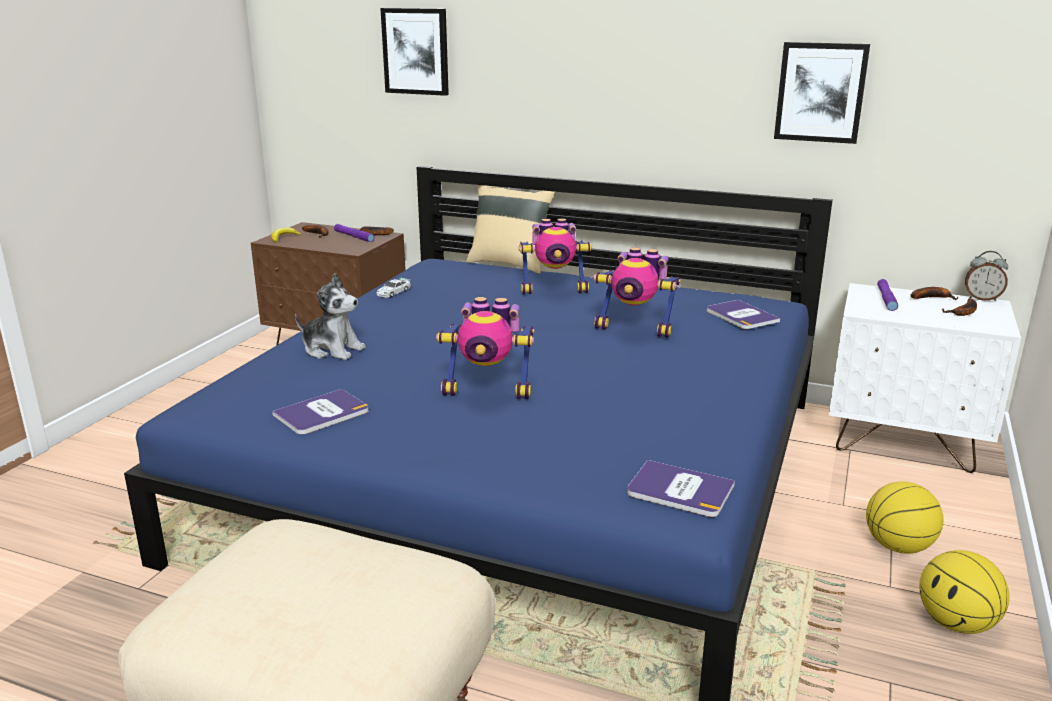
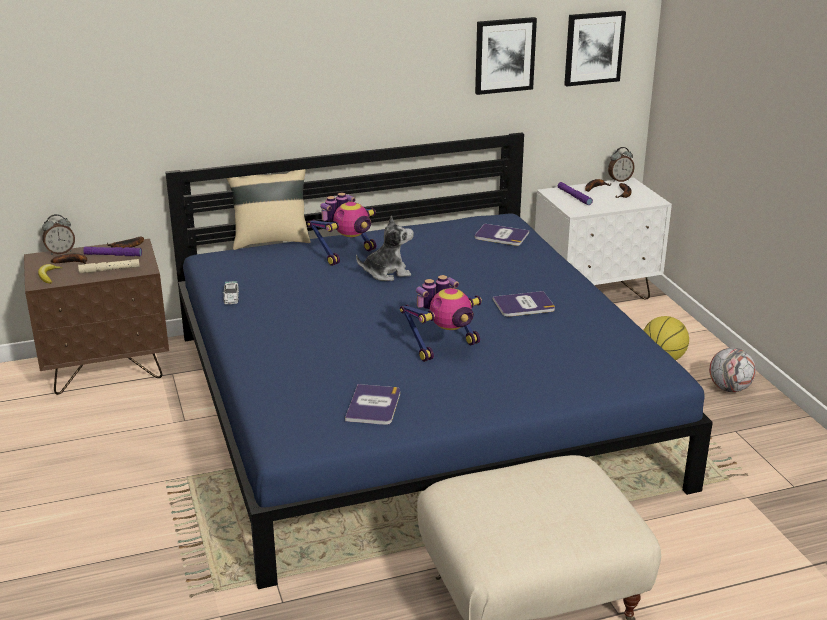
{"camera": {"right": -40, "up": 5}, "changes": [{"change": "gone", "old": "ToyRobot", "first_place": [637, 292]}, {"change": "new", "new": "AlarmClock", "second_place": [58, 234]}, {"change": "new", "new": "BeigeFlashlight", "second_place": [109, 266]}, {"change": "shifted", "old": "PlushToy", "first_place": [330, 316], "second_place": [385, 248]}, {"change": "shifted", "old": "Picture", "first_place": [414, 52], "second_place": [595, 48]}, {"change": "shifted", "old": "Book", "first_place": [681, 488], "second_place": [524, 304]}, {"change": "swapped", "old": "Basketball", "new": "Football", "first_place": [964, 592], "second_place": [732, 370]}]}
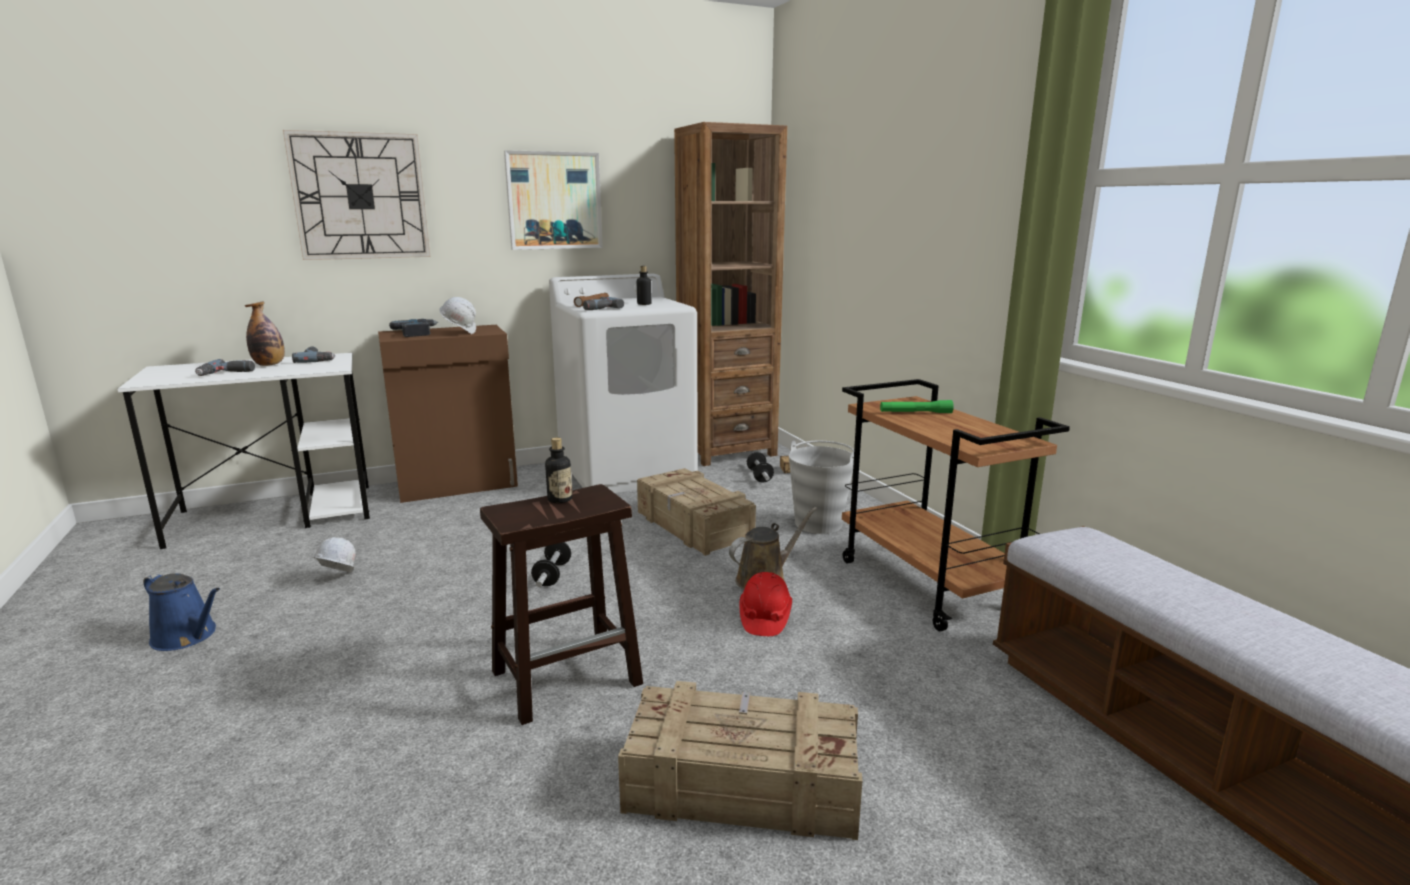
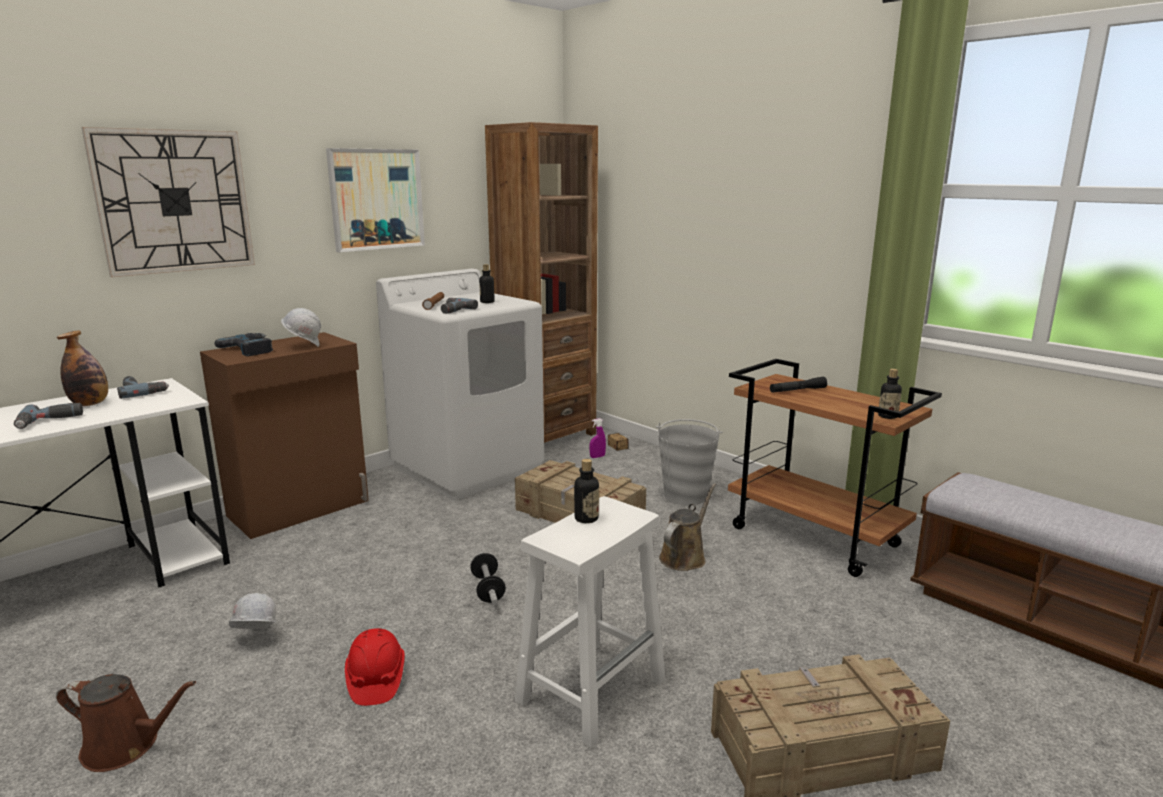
{"camera": {"right": -20, "up": 0}, "changes": [{"change": "new", "new": "Bottle", "second_place": [890, 394]}, {"change": "shifted", "old": "RedHardHat", "first_place": [765, 604], "second_place": [375, 667]}, {"change": "swapped", "old": "Dumbbell", "new": "PurpleSprayBottle", "first_place": [760, 467], "second_place": [598, 438]}, {"change": "repainted", "old": "BlueWateringCan", "new": "BrownWateringCan", "first_place": [181, 612], "second_place": [126, 723]}, {"change": "repainted", "old": "BrownStool", "new": "WhiteStool", "first_place": [561, 604], "second_place": [590, 622]}, {"change": "repainted", "old": "GreenFlashlight", "new": "BlackFlashlight", "first_place": [917, 406], "second_place": [798, 385]}]}
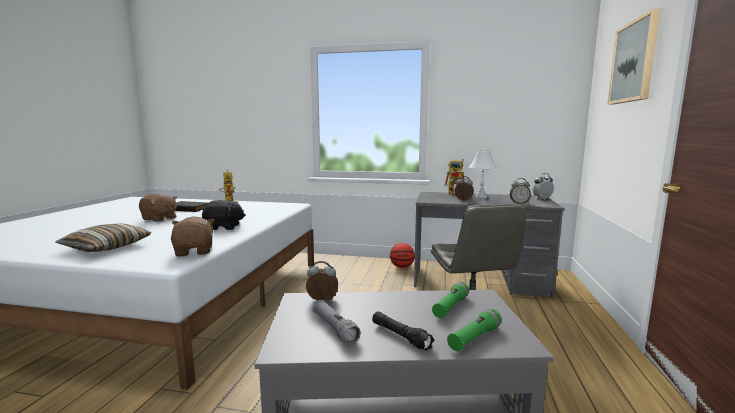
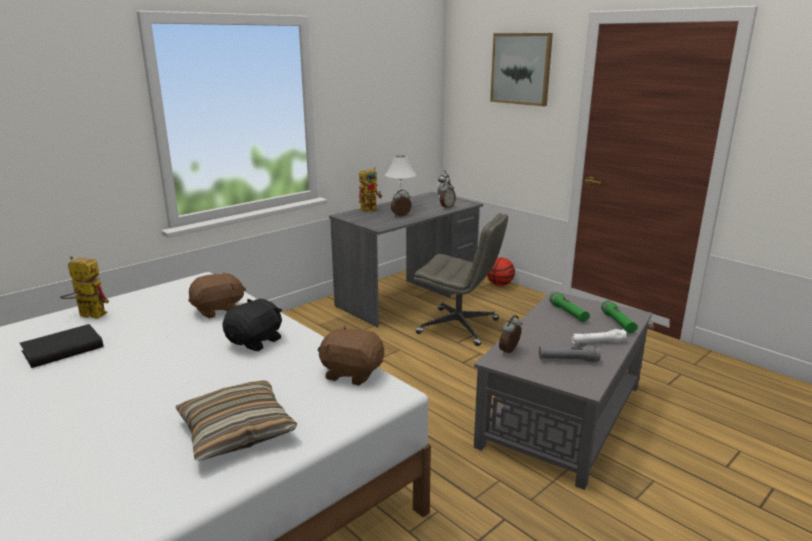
{"camera": {"right": -55, "up": 10}, "changes": [{"change": "shifted", "old": "BrownPlushToy", "first_place": [158, 208], "second_place": [217, 295]}, {"change": "shifted", "old": "Basketball", "first_place": [402, 255], "second_place": [501, 272]}, {"change": "repainted", "old": "BlackFlashlight", "new": "WhiteFlashlight", "first_place": [403, 331], "second_place": [599, 336]}]}
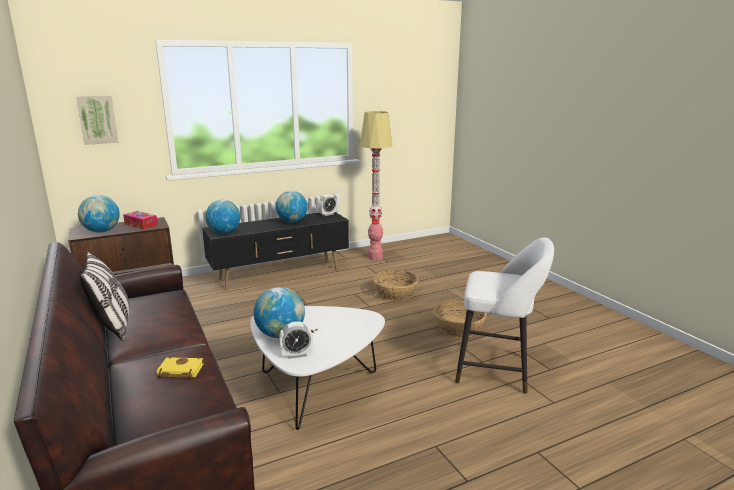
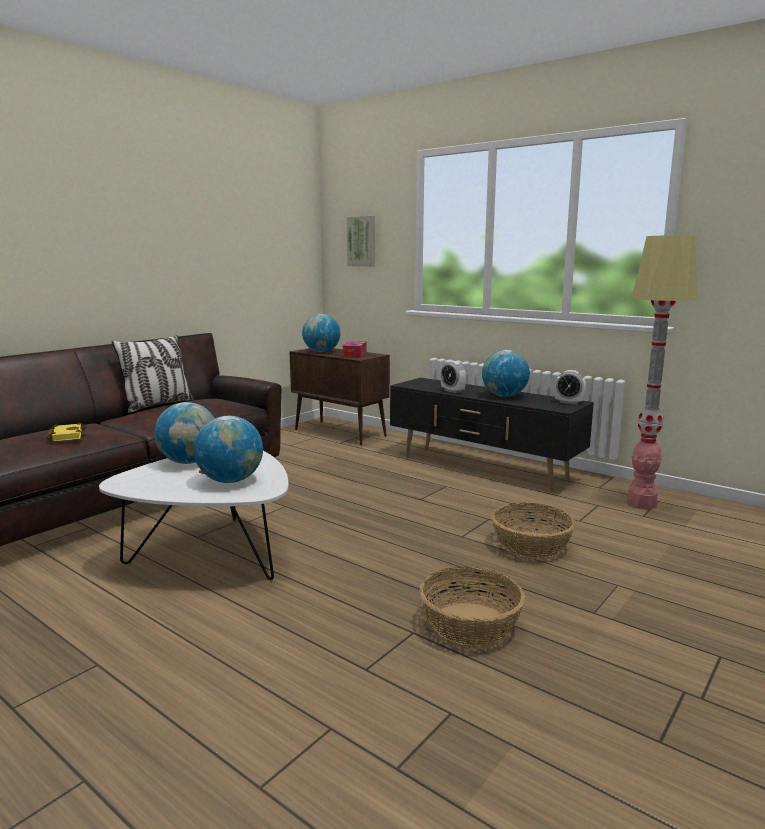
{"camera": {"right": 65, "up": -5}, "changes": [{"change": "gone", "old": "WhiteStool", "first_place": [504, 316]}, {"change": "shifted", "old": "Globe", "first_place": [222, 217], "second_place": [228, 449]}, {"change": "shifted", "old": "AlarmClock", "first_place": [296, 340], "second_place": [453, 377]}]}
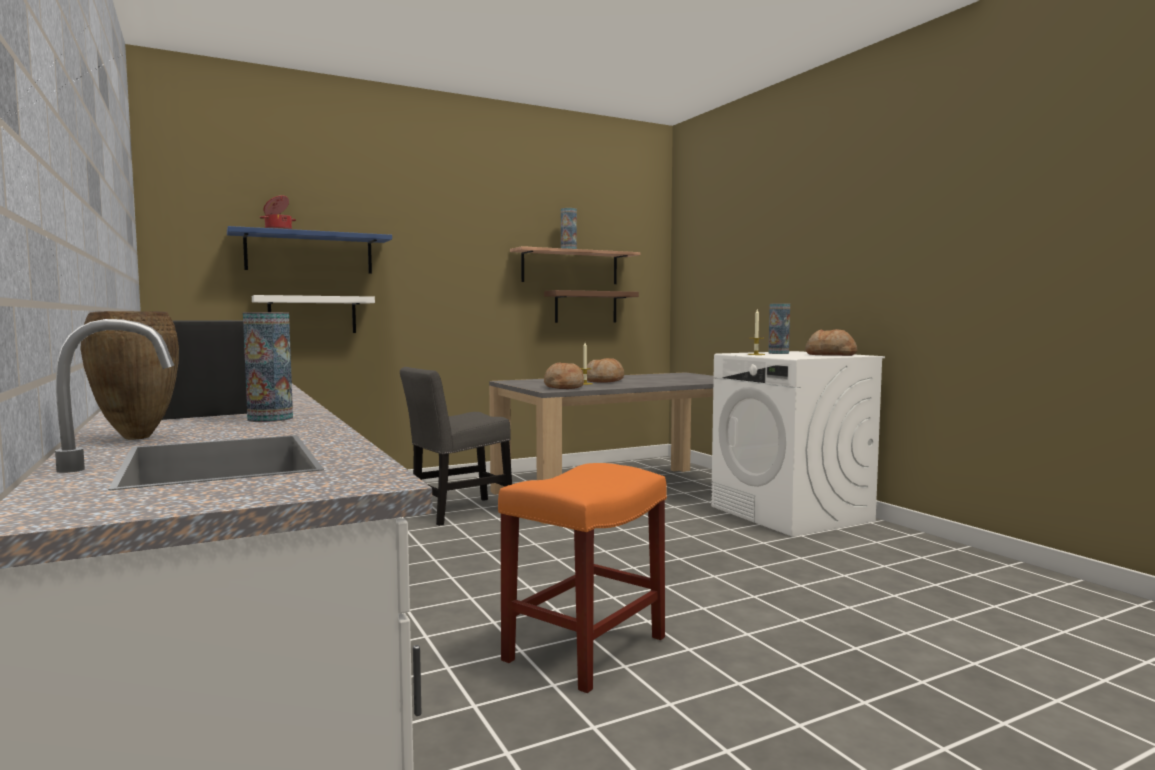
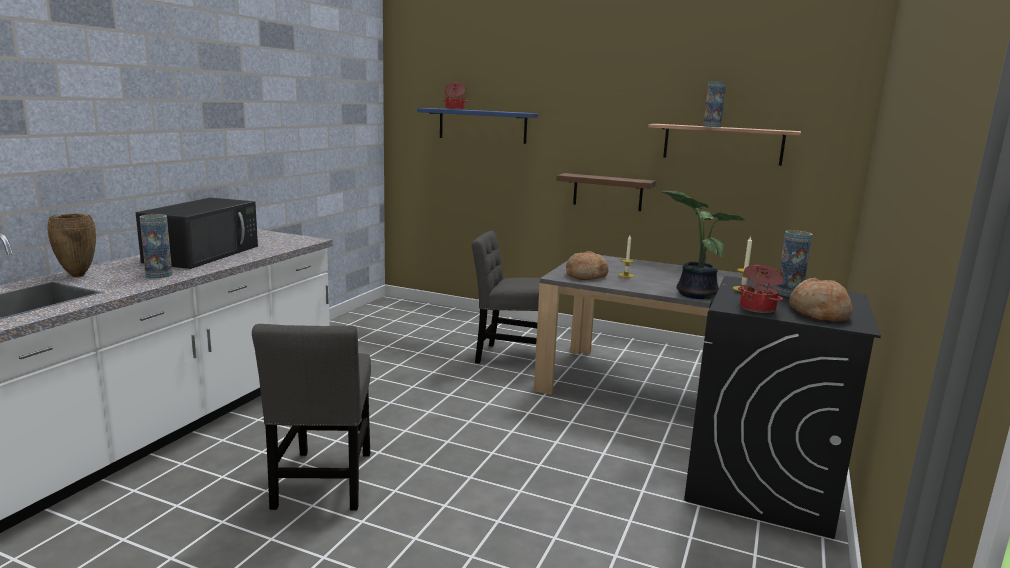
{"camera": {"right": 50, "up": 10}, "changes": [{"change": "gone", "old": "WhiteShelf", "first_place": [313, 314]}, {"change": "gone", "old": "Bread", "first_place": [605, 370]}, {"change": "new", "new": "PottedPlant", "second_place": [703, 244]}, {"change": "new", "new": "CookingPot", "second_place": [761, 289]}, {"change": "shifted", "old": "BrownShelf", "first_place": [591, 306], "second_place": [606, 192]}, {"change": "swapped", "old": "OrangeStool", "new": "GreyChair", "first_place": [582, 578], "second_place": [311, 417]}, {"change": "repainted", "old": "WhiteWashingMachine", "new": "BlackWashingMachine", "first_place": [798, 444], "second_place": [782, 407]}]}
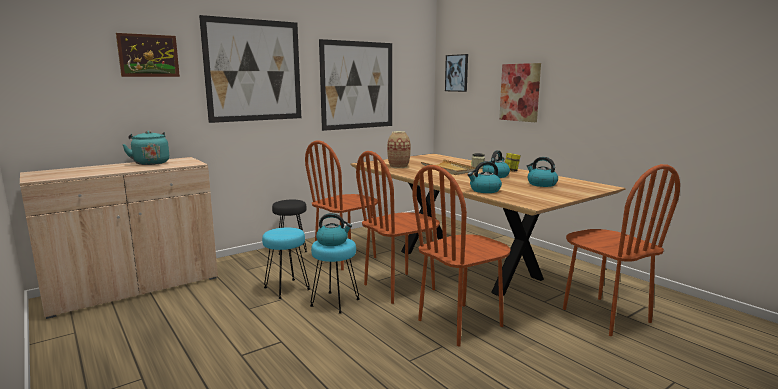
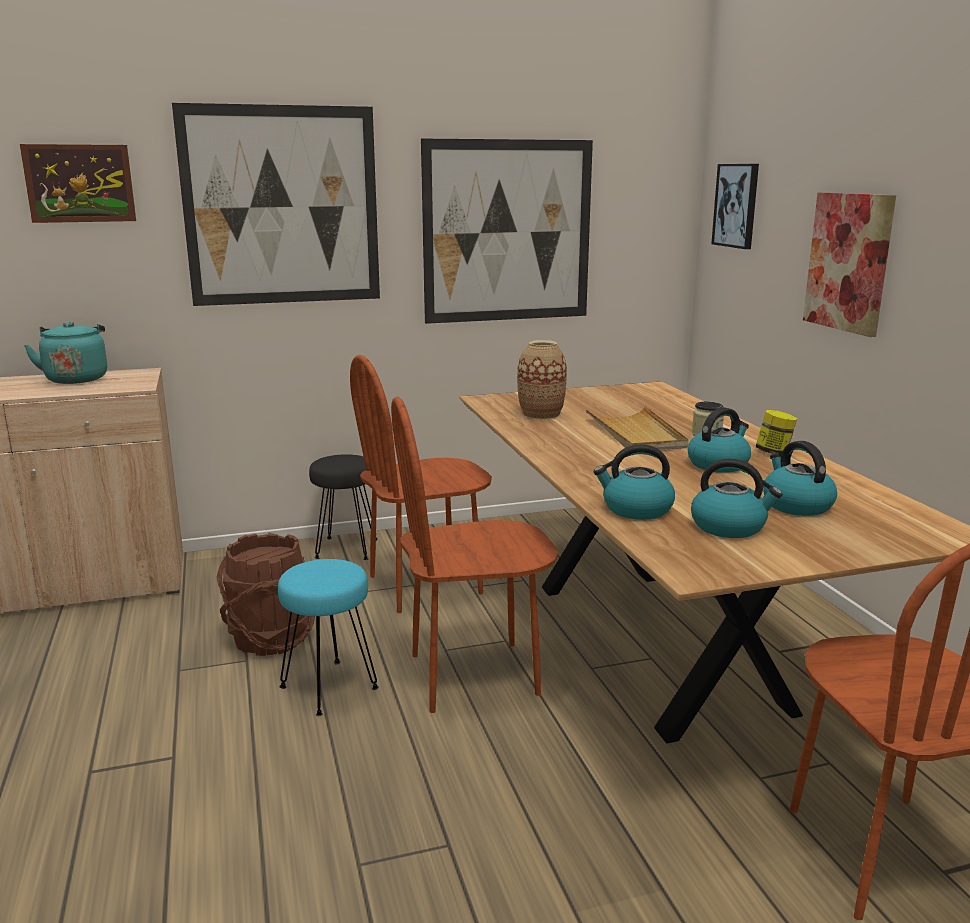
{"camera": {"right": 20, "up": 5}, "changes": [{"change": "gone", "old": "BrownChair", "first_place": [461, 256]}, {"change": "shifted", "old": "Kettle", "first_place": [334, 229], "second_place": [737, 498]}, {"change": "swapped", "old": "TurquoiseStool", "new": "BrownBucket", "first_place": [286, 263], "second_place": [266, 594]}]}
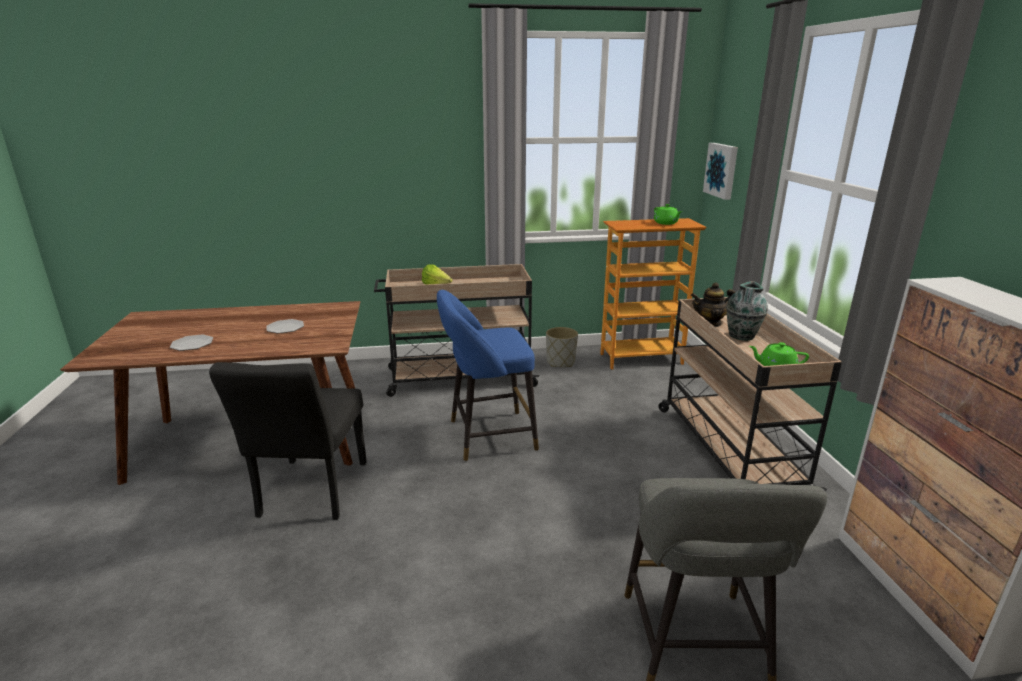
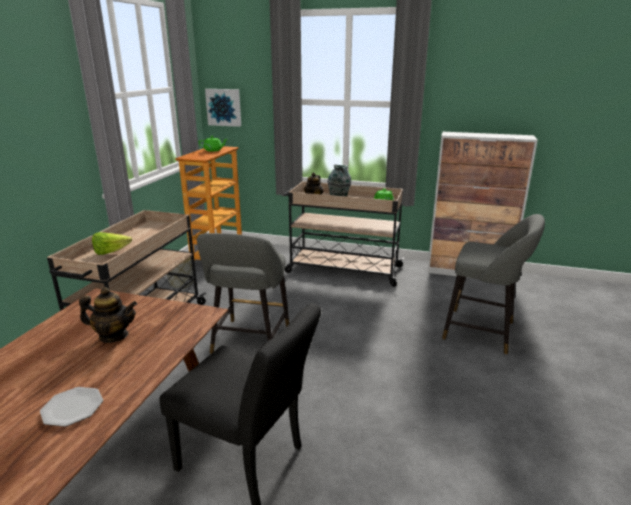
{"camera": {"right": -65, "up": 0}, "changes": [{"change": "swapped", "old": "Plate", "new": "Teapot", "first_place": [285, 326], "second_place": [108, 315]}, {"change": "repainted", "old": "BlueStool", "new": "GreyStool", "first_place": [488, 375], "second_place": [243, 293]}]}
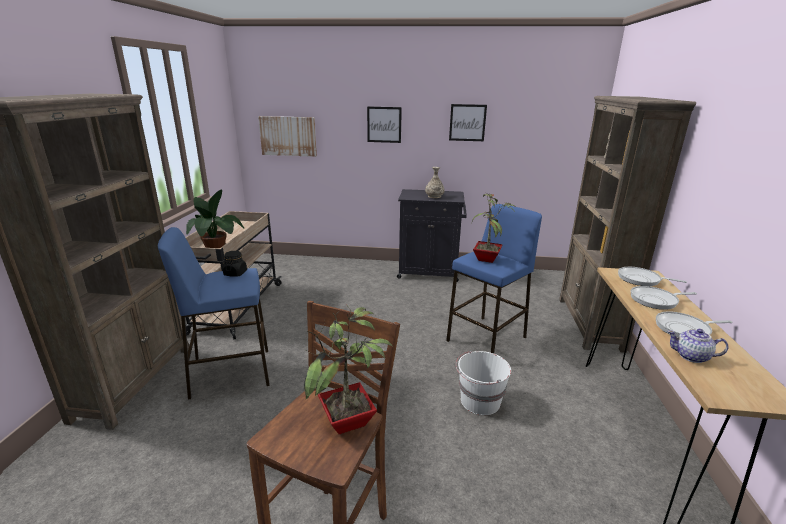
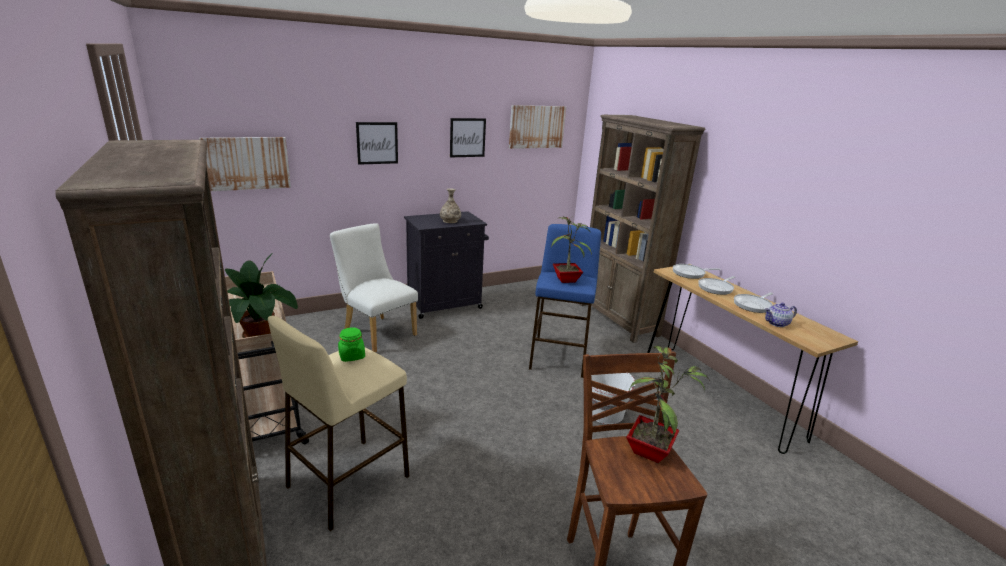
{"camera": {"right": -35, "up": 0}, "changes": [{"change": "new", "new": "WhiteChair", "second_place": [374, 287]}, {"change": "new", "new": "Picture", "second_place": [537, 127]}, {"change": "repainted", "old": "BlueStool", "new": "BeigeStool", "first_place": [214, 313], "second_place": [338, 423]}, {"change": "repainted", "old": "BlackJar", "new": "GreenJar", "first_place": [234, 264], "second_place": [351, 344]}]}
